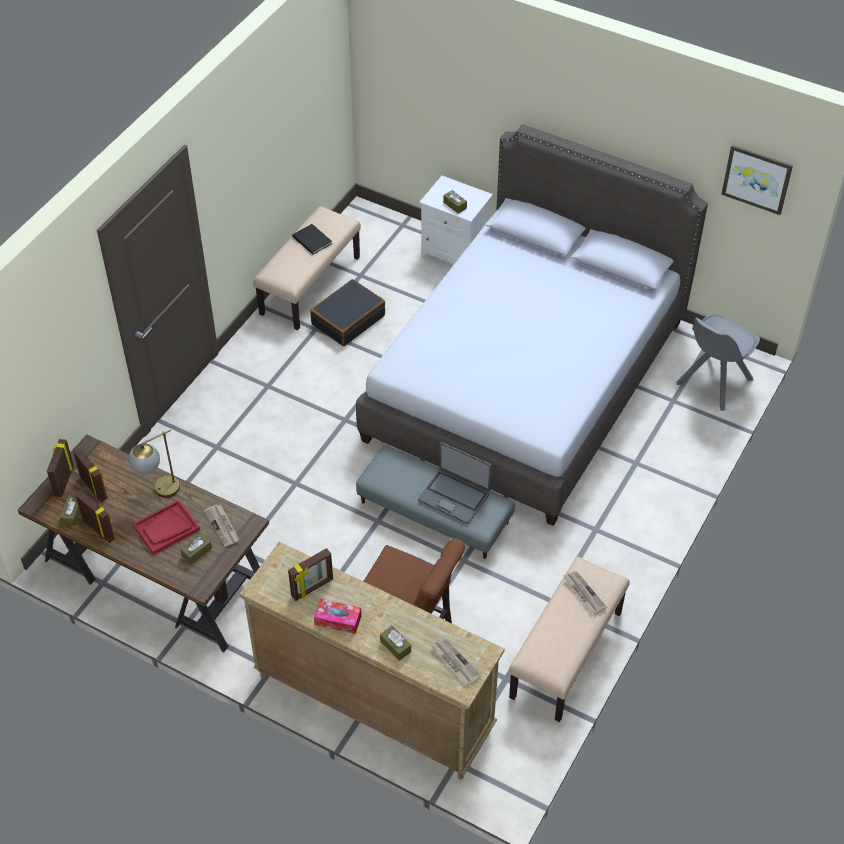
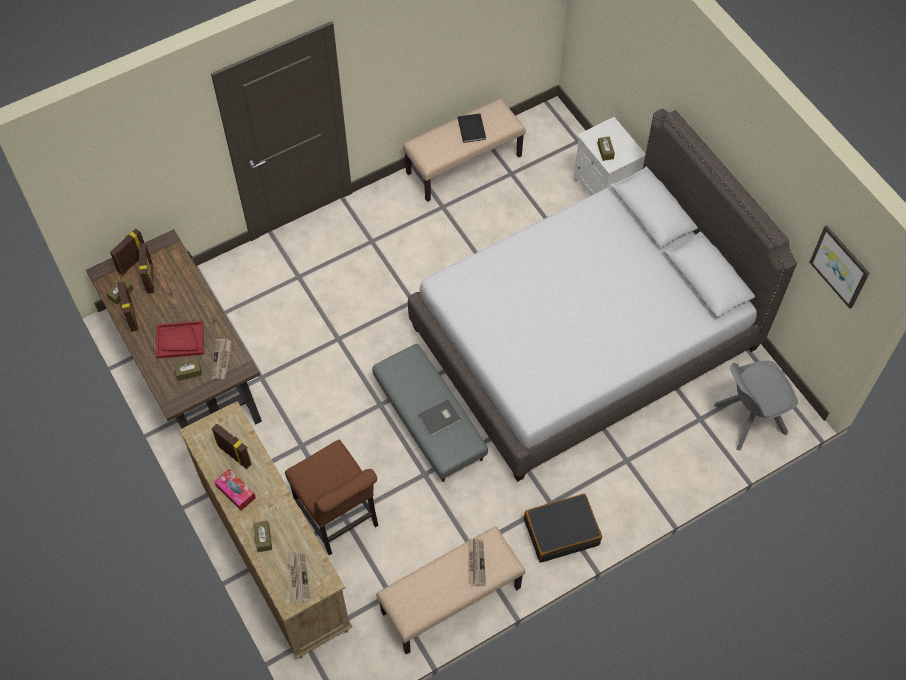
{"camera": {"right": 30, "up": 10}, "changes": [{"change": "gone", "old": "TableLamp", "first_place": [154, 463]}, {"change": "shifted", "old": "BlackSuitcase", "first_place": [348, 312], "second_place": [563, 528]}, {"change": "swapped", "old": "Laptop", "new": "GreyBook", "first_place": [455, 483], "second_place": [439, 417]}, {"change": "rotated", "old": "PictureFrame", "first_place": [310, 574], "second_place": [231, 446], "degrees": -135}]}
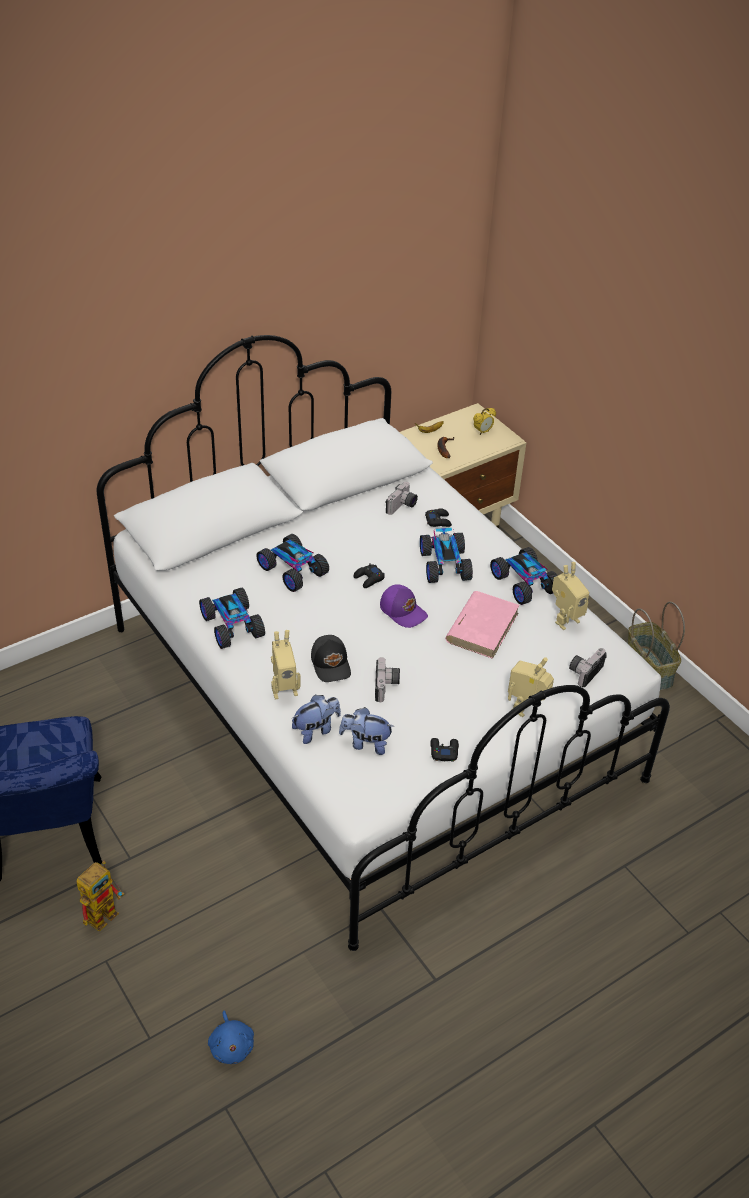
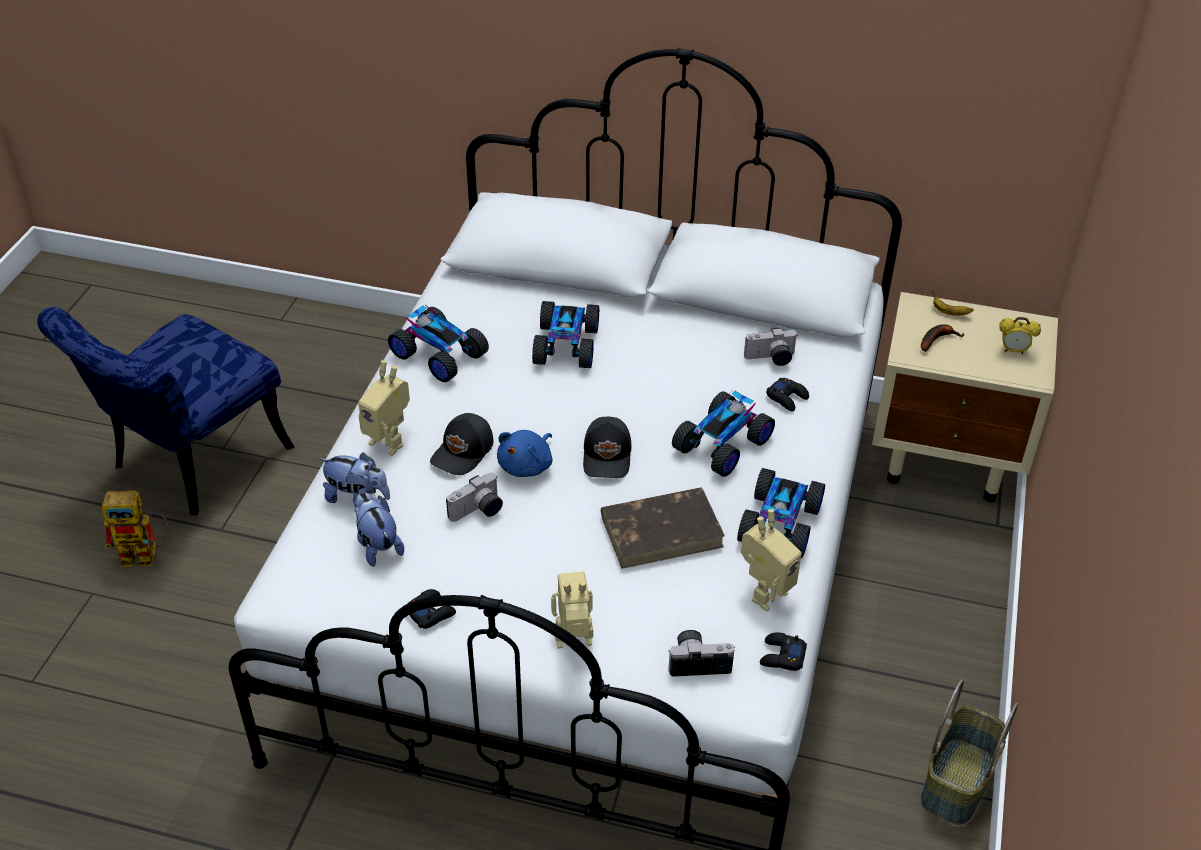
{"camera": {"right": 50, "up": 0}, "changes": [{"change": "shifted", "old": "BluePlushToy", "first_place": [231, 1037], "second_place": [525, 453]}, {"change": "shifted", "old": "BlackGameController", "first_place": [369, 575], "second_place": [783, 651]}, {"change": "repainted", "old": "PurpleCap", "new": "BlackCap", "first_place": [404, 606], "second_place": [607, 447]}, {"change": "repainted", "old": "PinkBook", "new": "BrownBook", "first_place": [482, 625], "second_place": [663, 528]}, {"change": "rotated", "old": "ToyCar", "first_place": [232, 618], "second_place": [438, 343], "degrees": 105}, {"change": "rotated", "old": "ToyRobot", "first_place": [570, 596], "second_place": [771, 560], "degrees": -60}]}
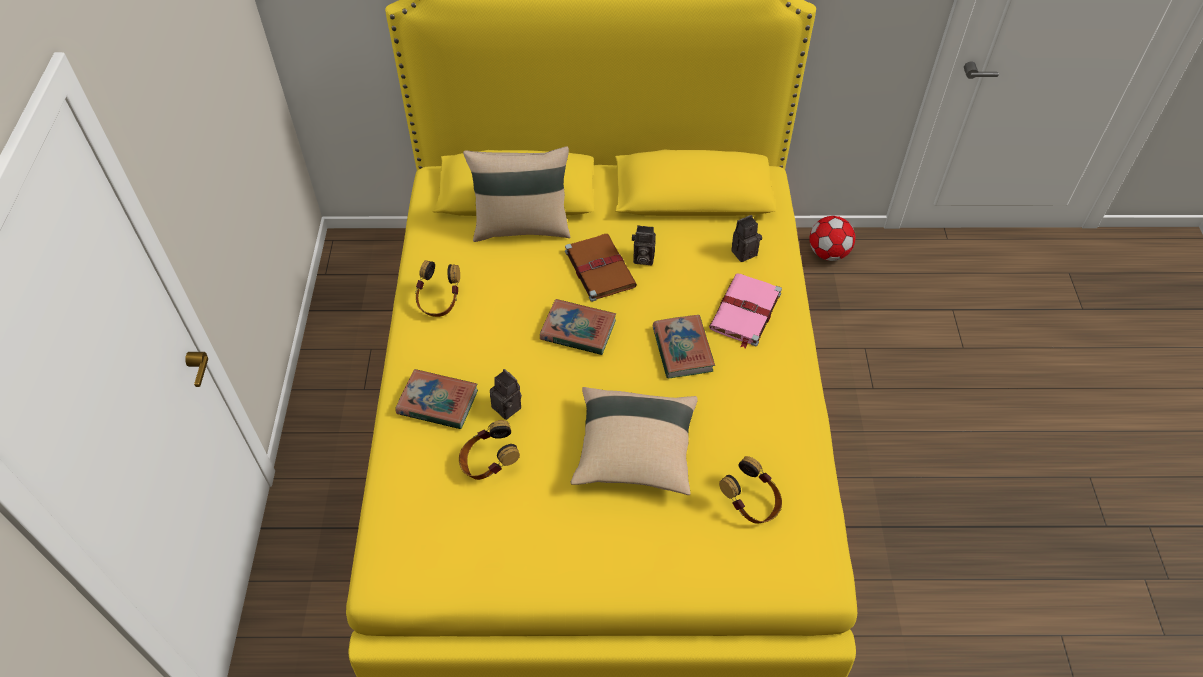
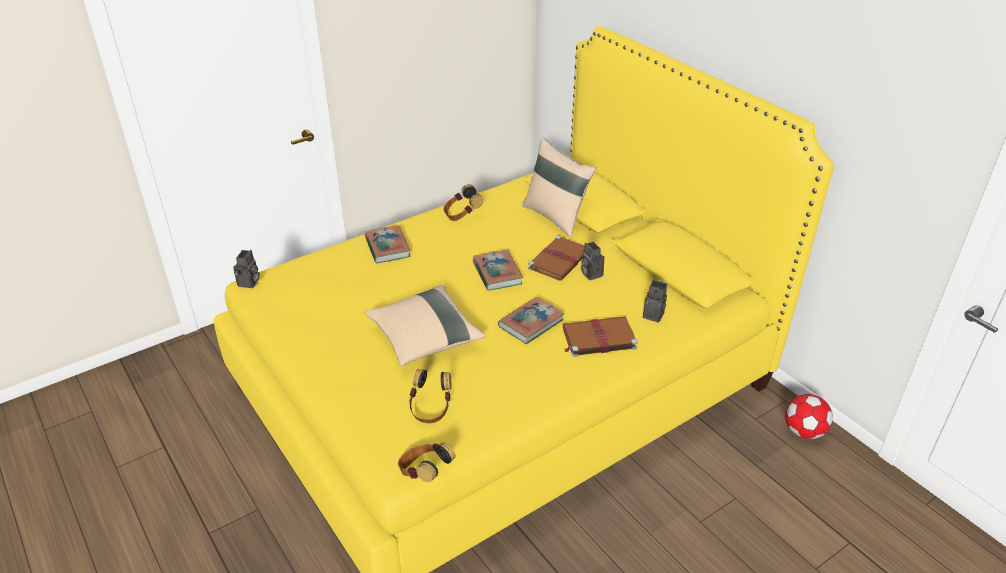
{"camera": {"right": 55, "up": -15}, "changes": [{"change": "shifted", "old": "Headphones", "first_place": [489, 450], "second_place": [427, 462]}, {"change": "shifted", "old": "PhotoCamera", "first_place": [506, 394], "second_place": [246, 269]}, {"change": "repainted", "old": "PinkBook", "new": "BrownBook", "first_place": [745, 311], "second_place": [600, 337]}]}
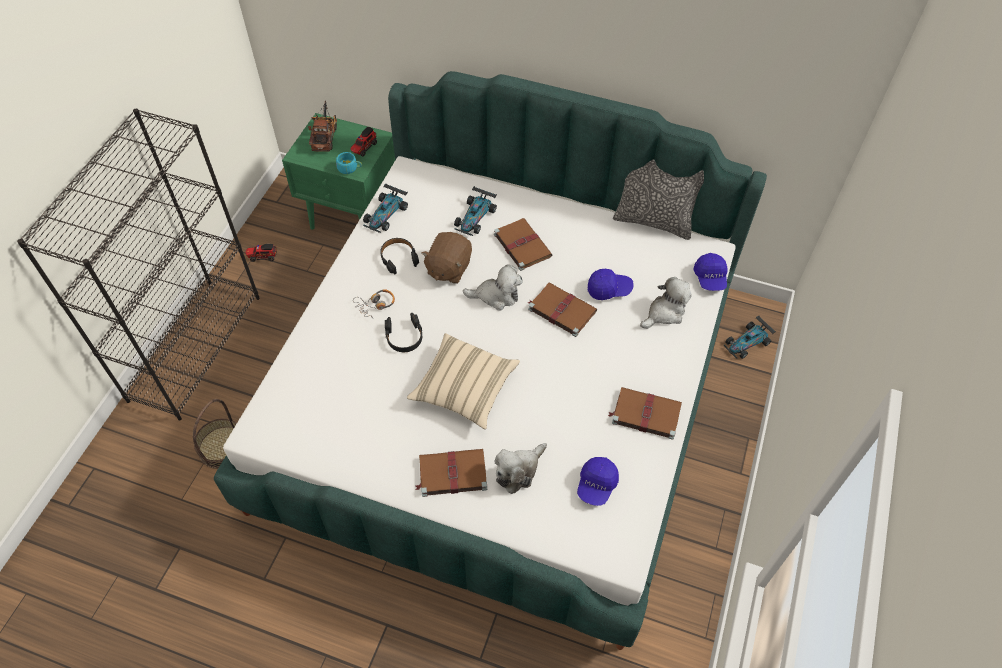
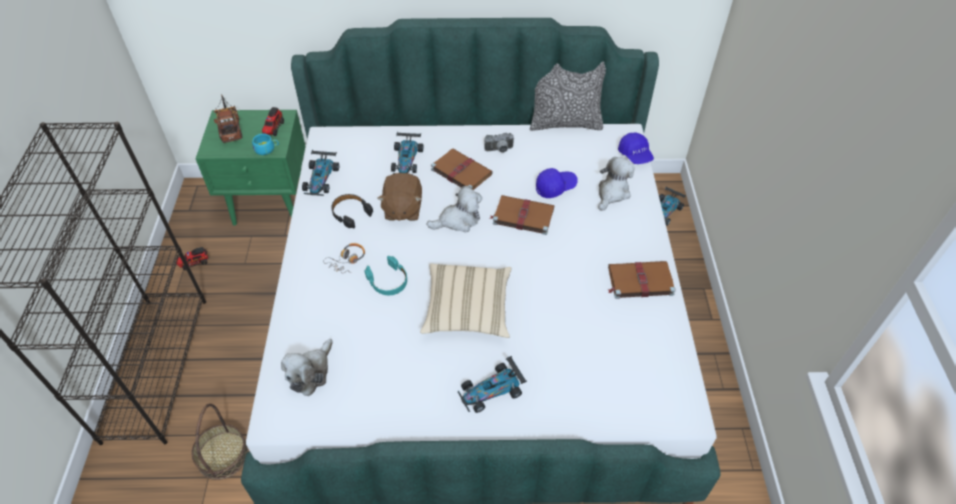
{"camera": {"right": -20, "up": -5}, "changes": [{"change": "gone", "old": "BlueCap", "first_place": [598, 481]}, {"change": "new", "new": "PhotoCamera", "second_place": [499, 143]}, {"change": "shifted", "old": "PlushToy", "first_place": [520, 468], "second_place": [307, 367]}, {"change": "swapped", "old": "BrownBook", "new": "ToyCar", "first_place": [451, 473], "second_place": [492, 384]}, {"change": "repainted", "old": "BlackHeadphones", "new": "TurquoiseHeadphones", "first_place": [403, 332], "second_place": [385, 275]}]}
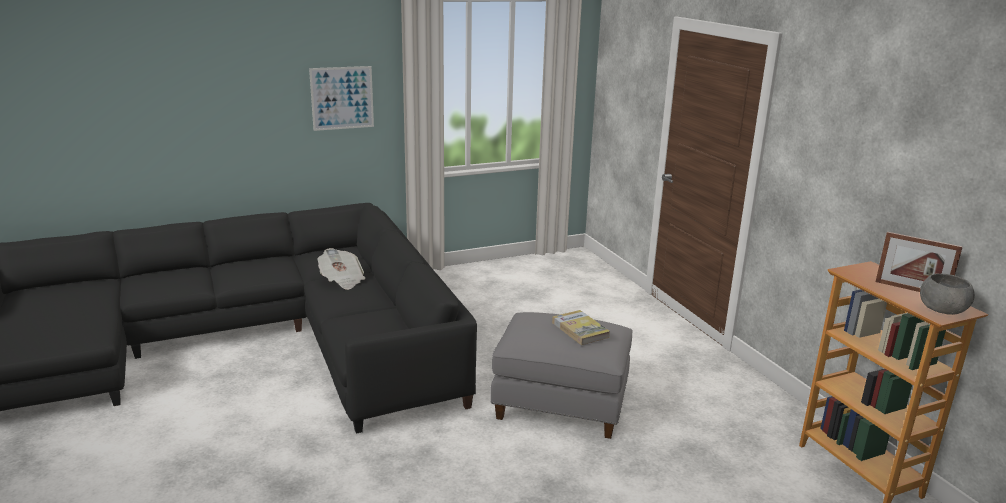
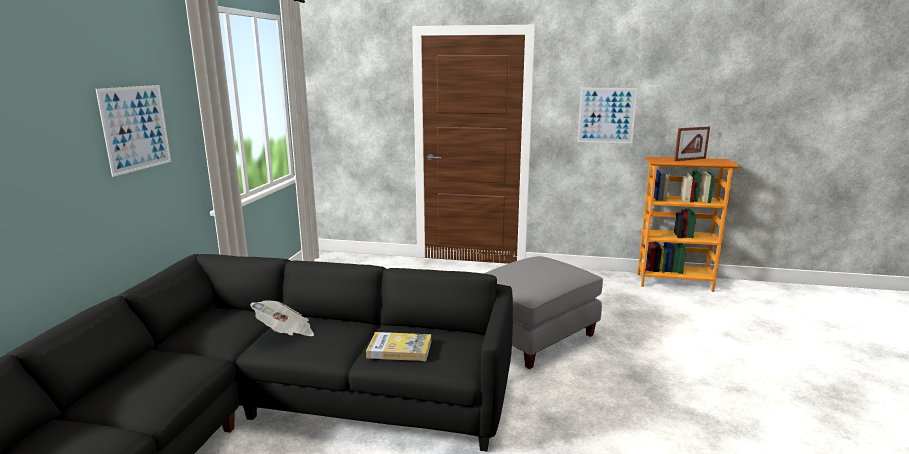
{"camera": {"right": -55, "up": -5}, "changes": [{"change": "gone", "old": "GreyBowl", "first_place": [947, 294]}, {"change": "new", "new": "Picture", "second_place": [607, 115]}, {"change": "shifted", "old": "Book", "first_place": [581, 327], "second_place": [398, 346]}]}
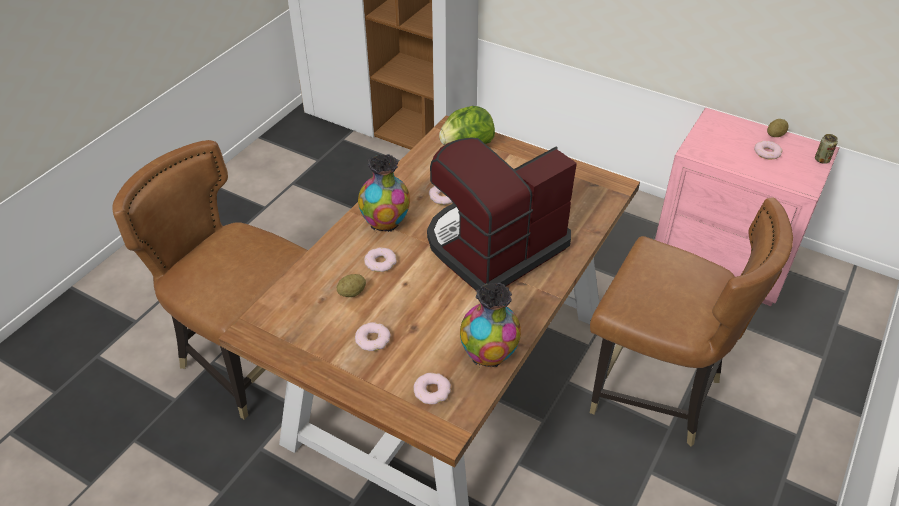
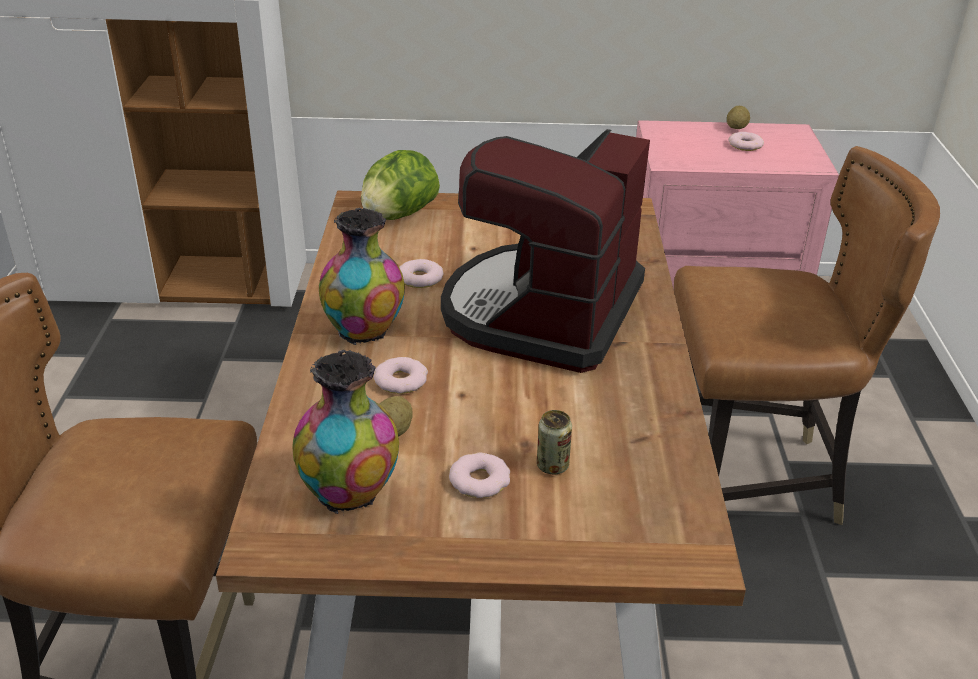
{"camera": {"right": -30, "up": -10}, "changes": [{"change": "gone", "old": "Donut", "first_place": [432, 389]}, {"change": "shifted", "old": "Vase", "first_place": [490, 325], "second_place": [345, 433]}, {"change": "shifted", "old": "Can", "first_place": [826, 149], "second_place": [554, 442]}]}
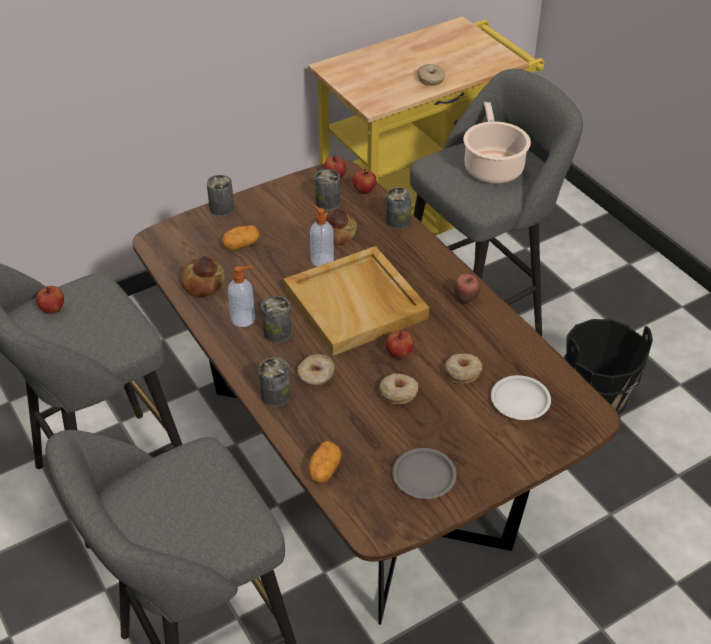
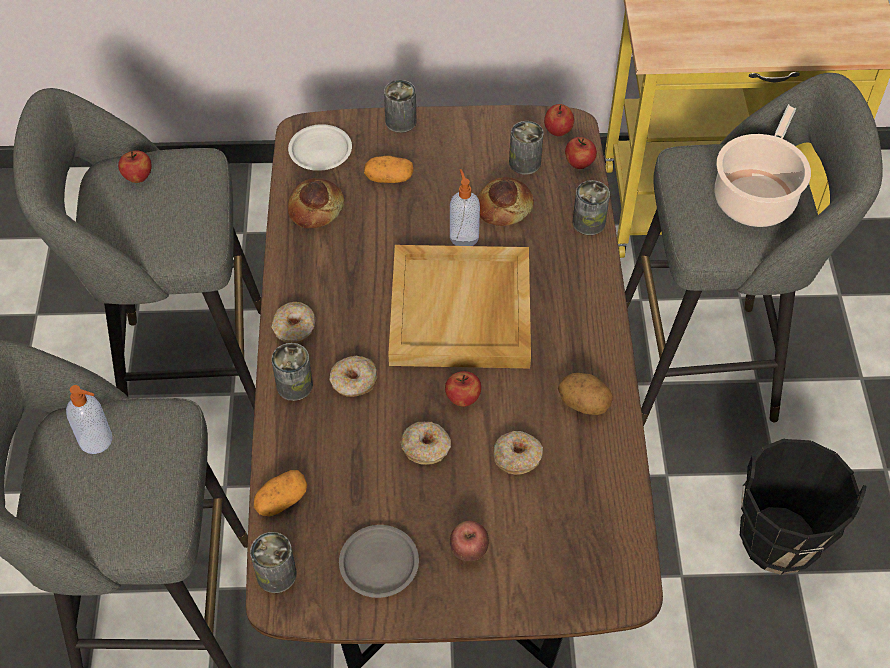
{"camera": {"right": 30, "up": 10}, "changes": [{"change": "new", "new": "Potato", "second_place": [585, 394]}, {"change": "shifted", "old": "SoapDispenser", "first_place": [241, 296], "second_place": [89, 419]}, {"change": "shifted", "old": "Can", "first_place": [276, 319], "second_place": [273, 562]}, {"change": "shifted", "old": "Donut", "first_place": [431, 75], "second_place": [293, 322]}, {"change": "shifted", "old": "Apple", "first_place": [467, 288], "second_place": [469, 541]}, {"change": "shifted", "old": "WhitePlate", "first_place": [521, 397], "second_place": [320, 147]}]}
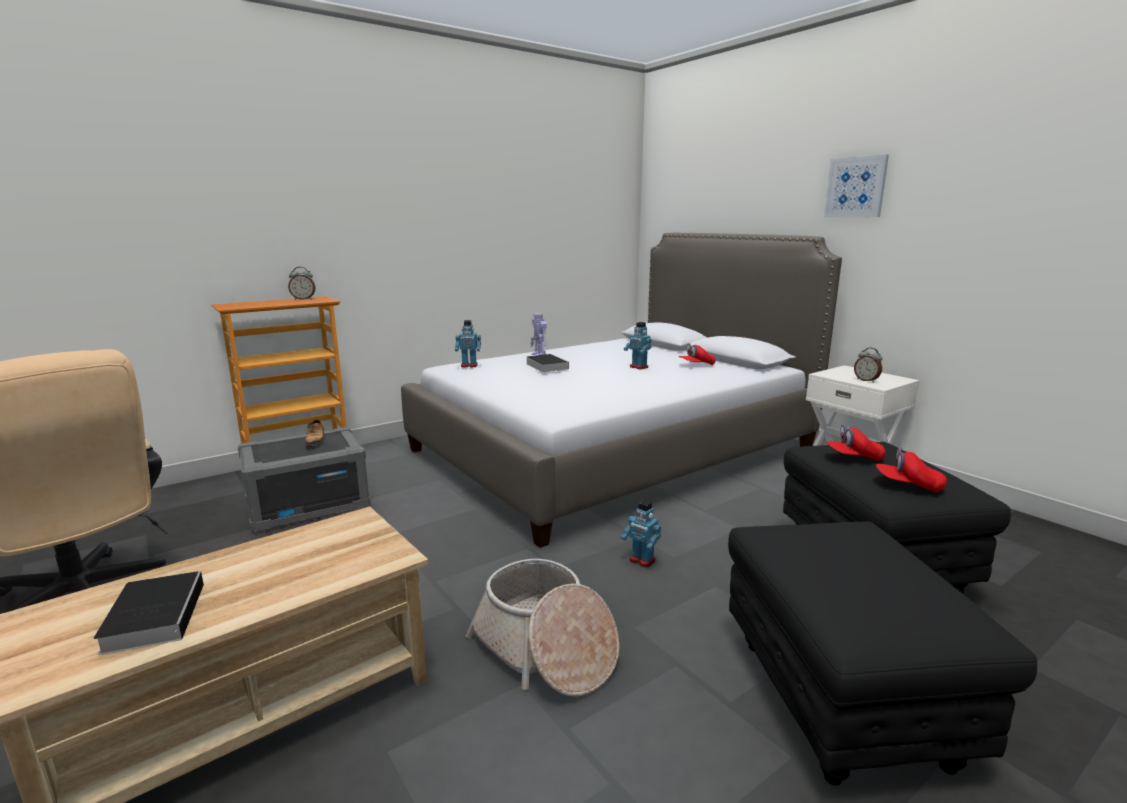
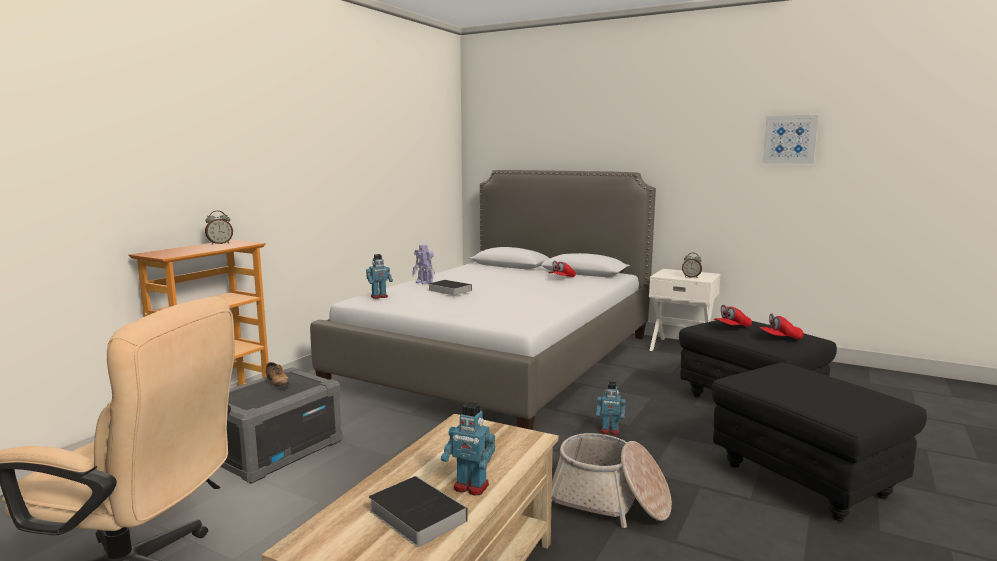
{"camera": {"right": -25, "up": -5}, "changes": [{"change": "shifted", "old": "ToyRobot", "first_place": [638, 345], "second_place": [468, 448]}, {"change": "shifted", "old": "Picture", "first_place": [856, 185], "second_place": [790, 139]}]}
